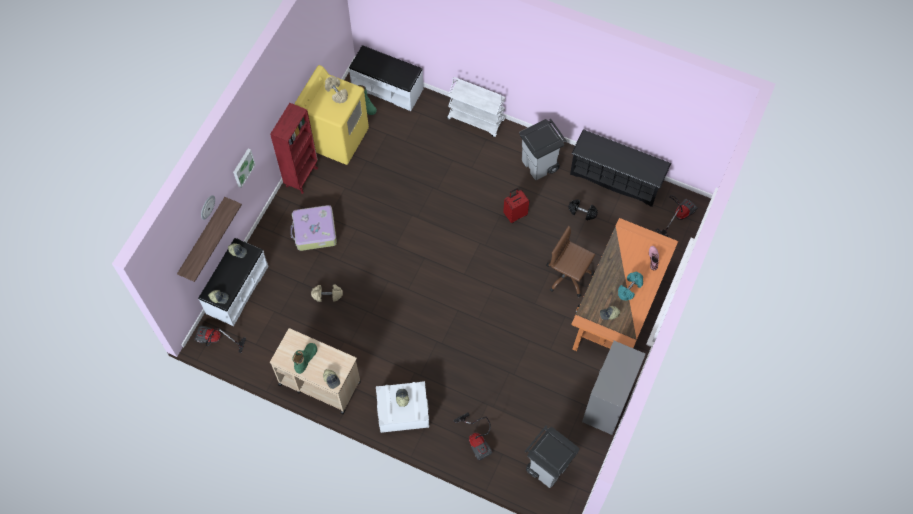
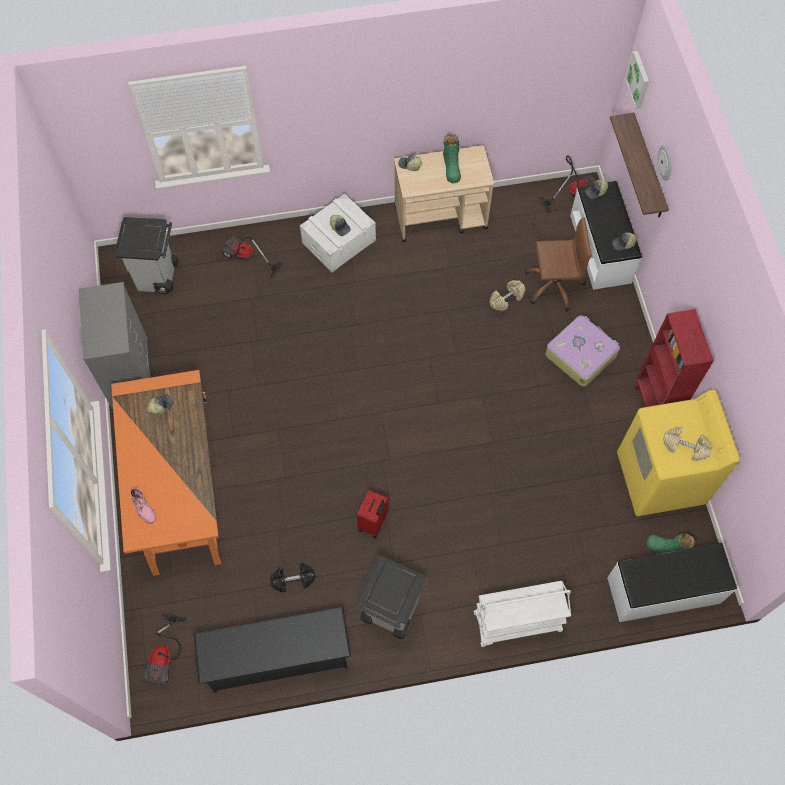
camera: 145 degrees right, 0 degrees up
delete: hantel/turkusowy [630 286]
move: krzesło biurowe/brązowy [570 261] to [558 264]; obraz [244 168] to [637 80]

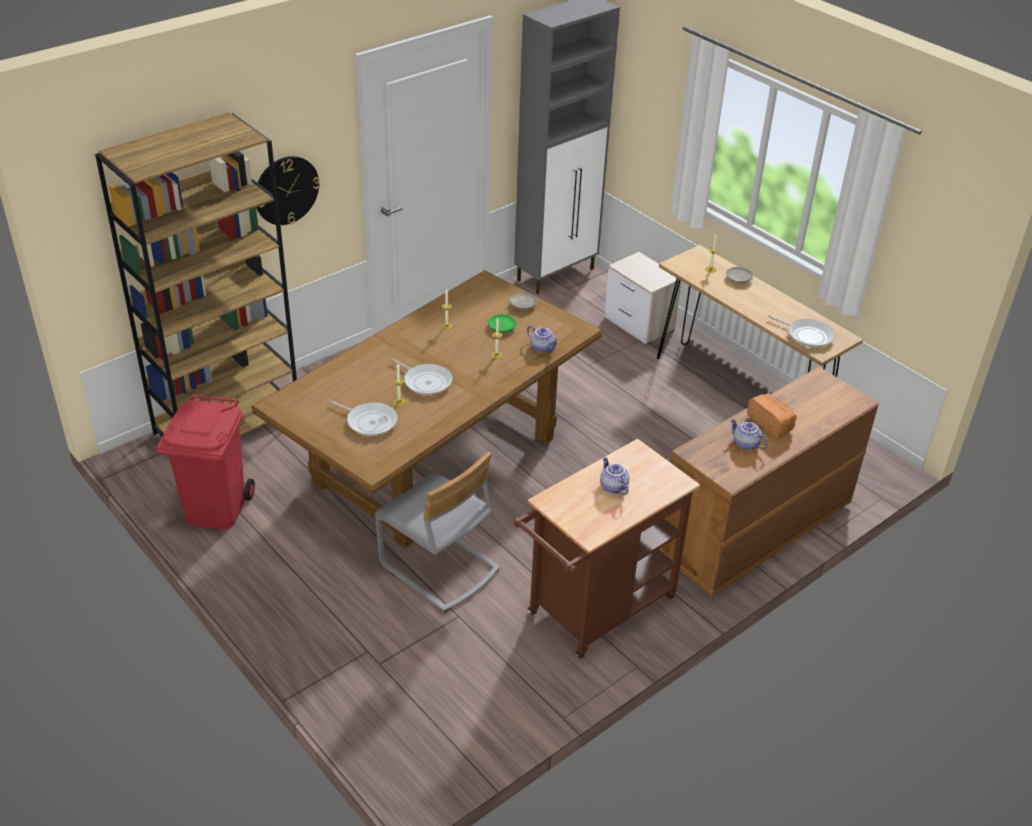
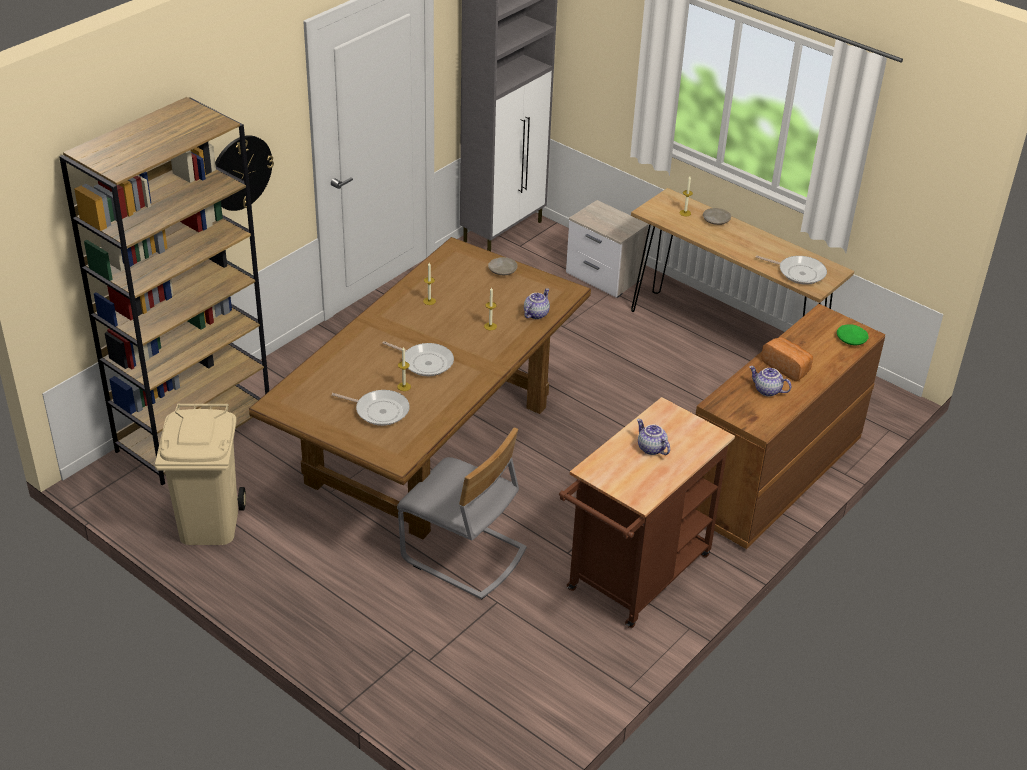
camera: 10 degrees left, 0 degrees up
move: talerz/zielony [502 323] to [853 335]
recolor: kosz na śmieci/czerwony [205 462] to kosz na śmieci/beżowy [200 474]
rotate: imbryk [543 339] = [537 303] 90 degrees counterclockwise

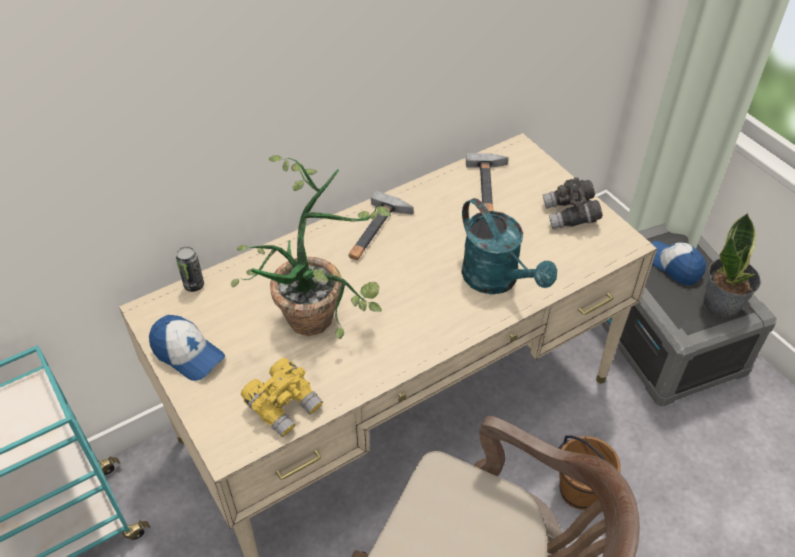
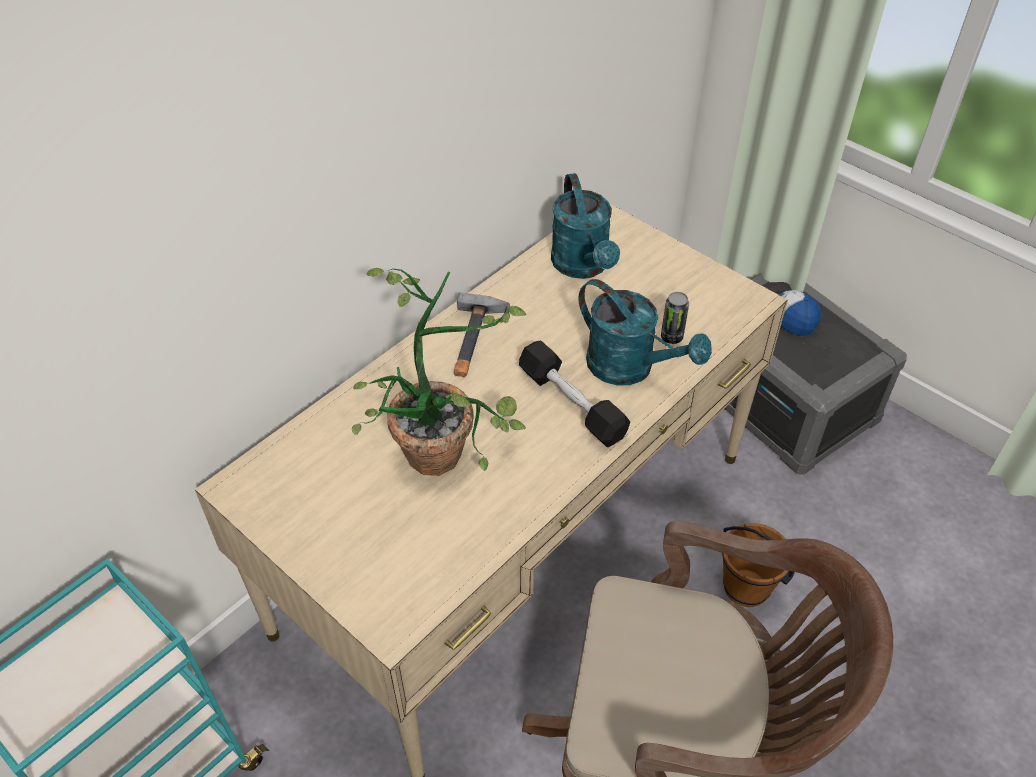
camera: 15 degrees left, 0 degrees up
delete: czapka z daszkiem [187 348]; lornetka/żółty [282 397]; lornetka/szary [573 203]; roślina doniczkowa [732 266]
insert: hantel/czarny [574 394]
move: puszka [190 269] to [675 318]
replace: młotek [487 182] to konewka/turkusowy [585 226]

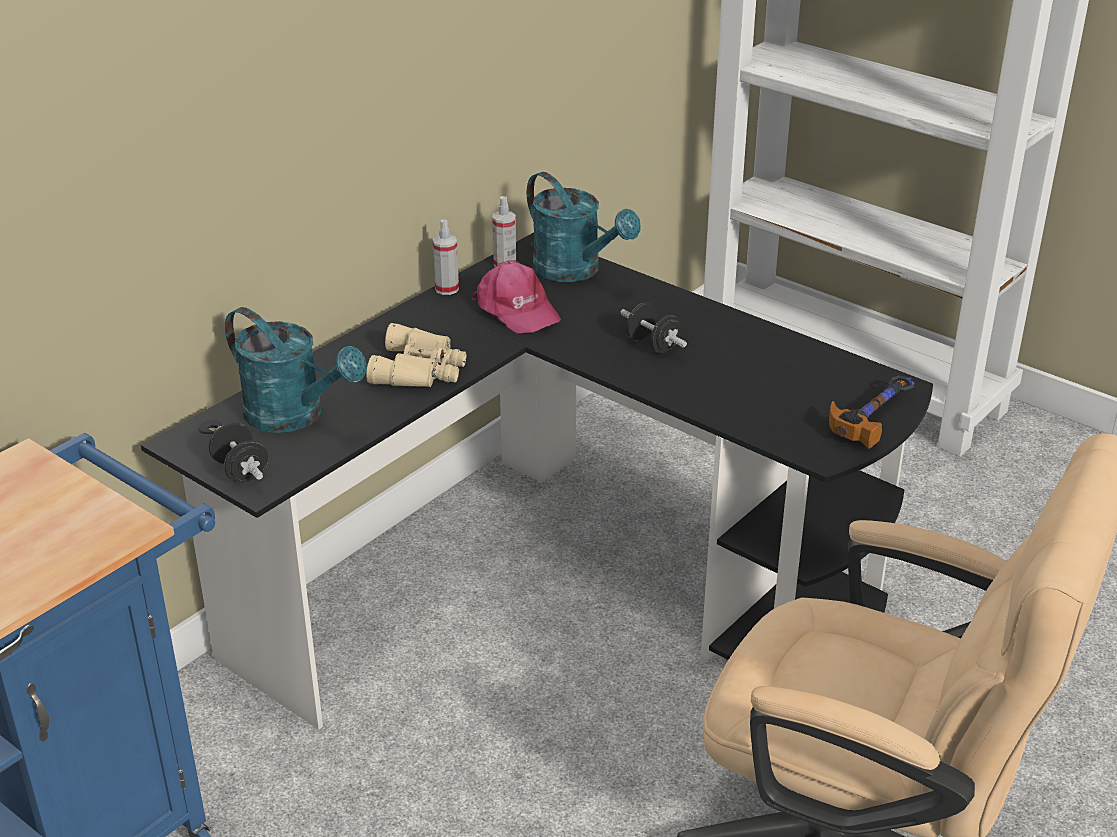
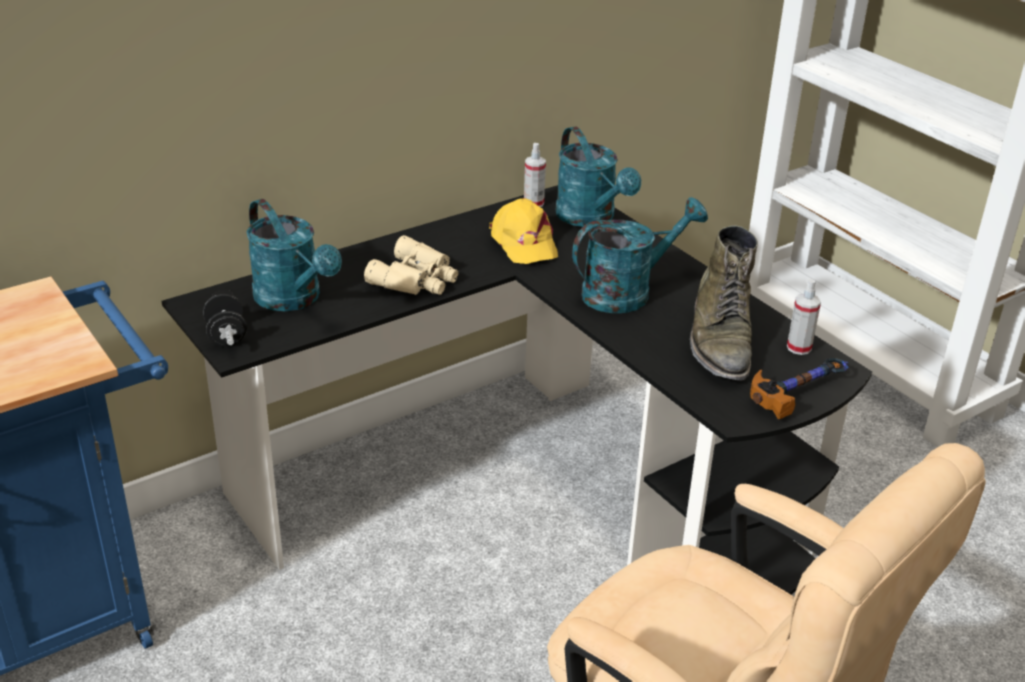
camera: 15 degrees right, 0 degrees up
insert: but z cholewką/zielony [724 303]
move: spryskiwacz [446 257] to [804 317]
replace: hantel/czarny [653 327] to konewka/turkusowy [640 255]
recolor: czapka z daszkiem/różowy [516 296] to czapka z daszkiem/żółty [523 231]

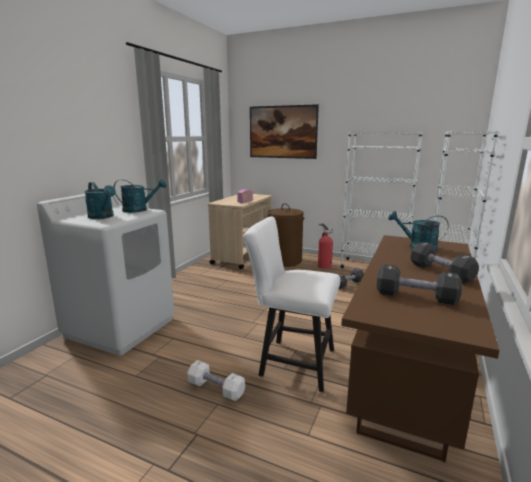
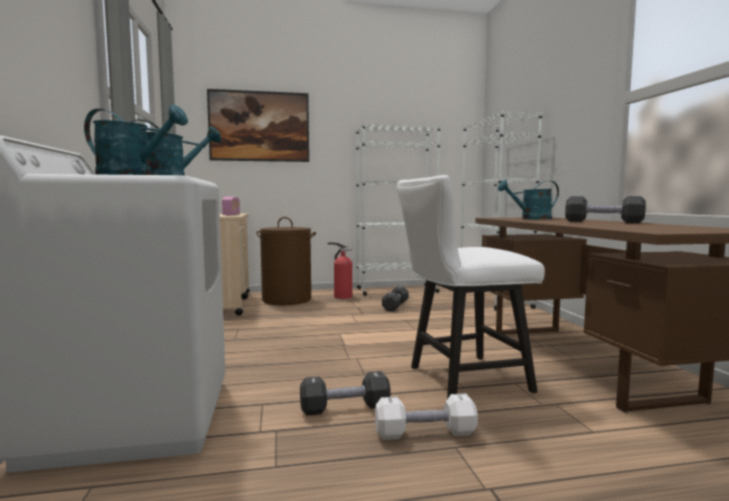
camera: 35 degrees left, 10 degrees down
move: hantel/czarny [419 284] to [345 393]

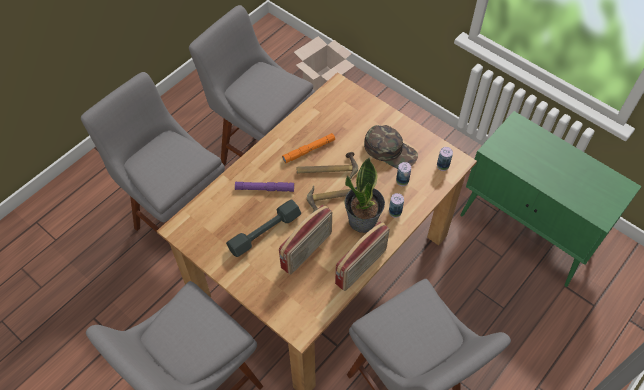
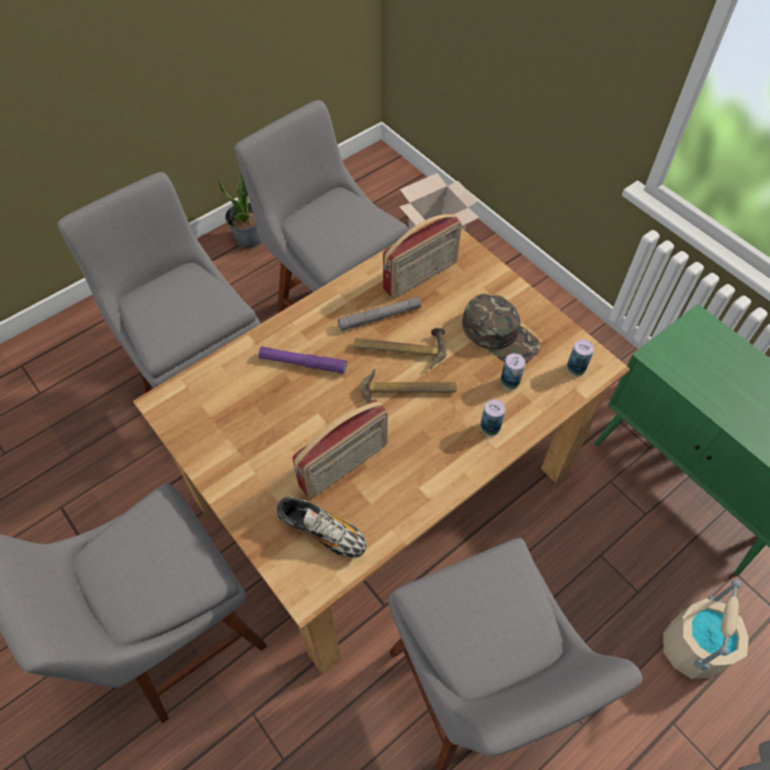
camera: 10 degrees right, 0 degrees up
delete: hantel/szary [263 228]
insert: but [322 527]; wiadro/beżowy [706 629]
move: roślina doniczkowa [365 195] to [239 211]; radio [362 256] to [422 256]
recolor: latarka/pomarańczowy [308 148] to latarka/szary [379 313]

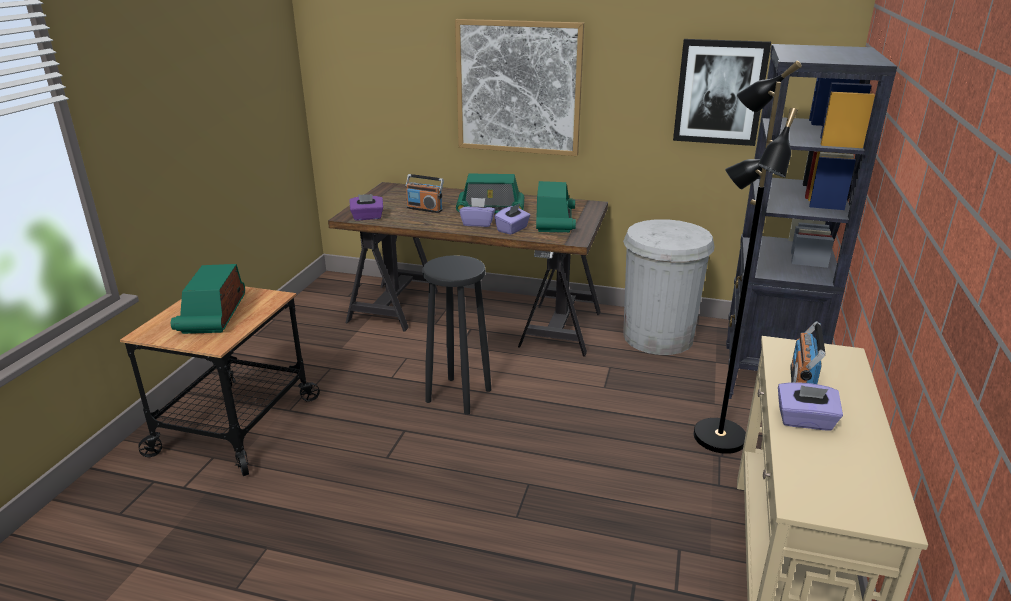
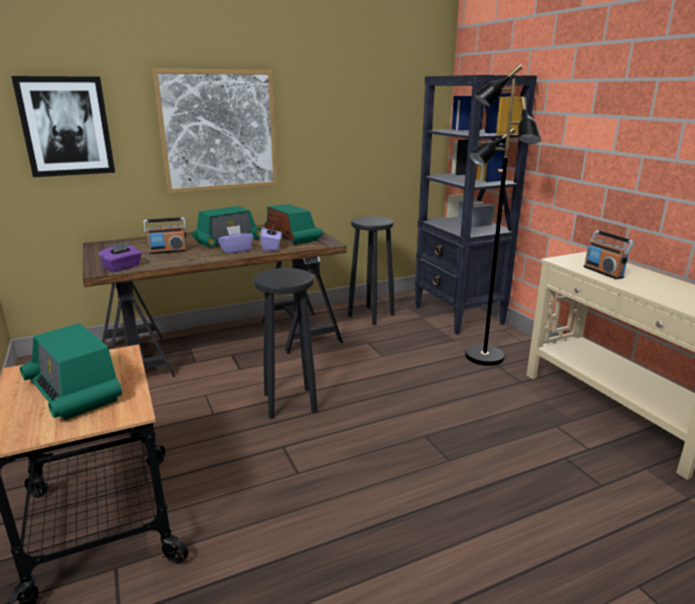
camera: 40 degrees left, 5 degrees down
delete: pudełko chusteczek/fioletowy [810 406]
move: obraz [722 92] to [63 126]
replace: kosz na śmieci/biały [668 287] to stołek/czarny [371 270]

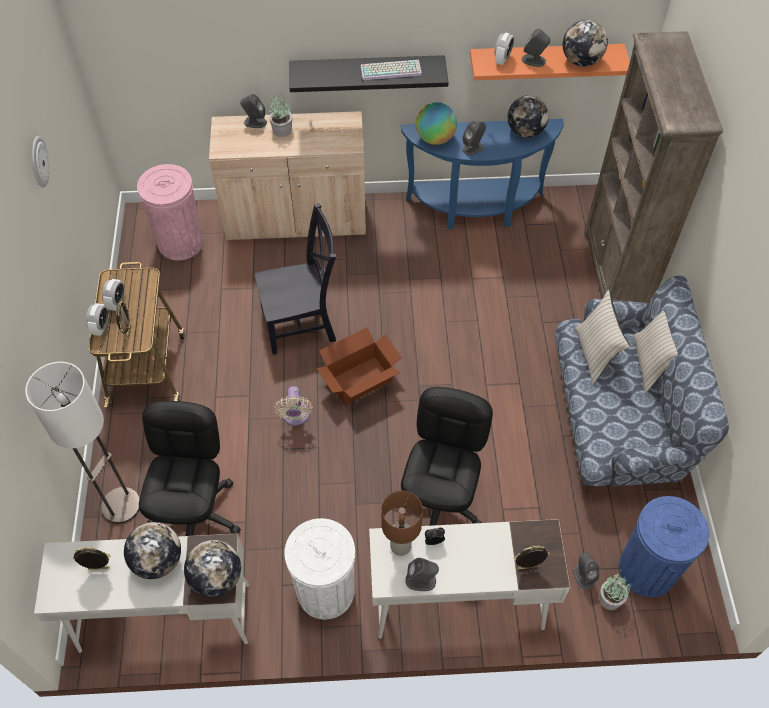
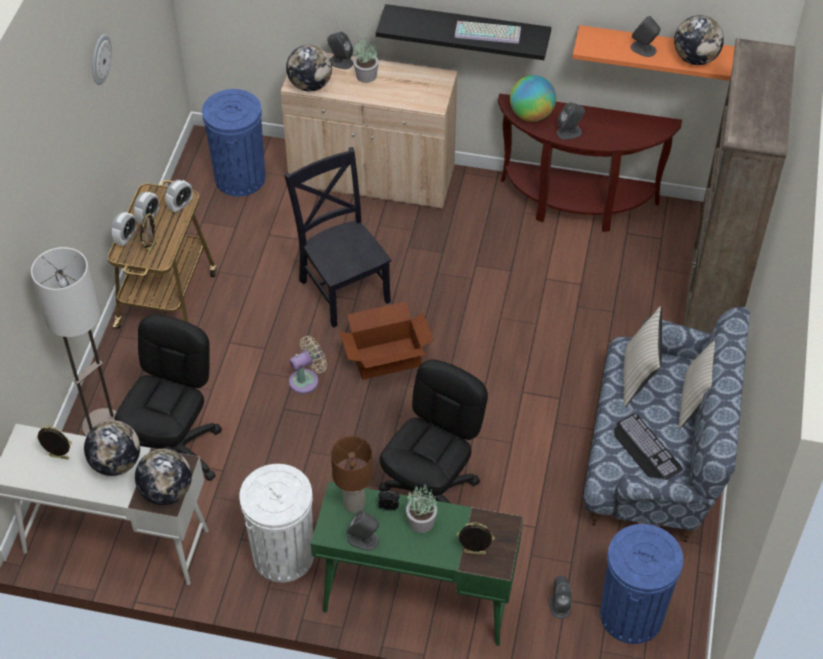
camera: 15 degrees right, 5 degrees down
insert: klawiatura [648 447]
move: budzik [504 49] to [179 196]; globus [528 116] to [309 68]; roślina doniczkowa [615 591] to [421 509]
recolor: kosz na śmieci/różowy [170 212] to kosz na śmieci/niebieski [233 143]; biurko/biały [469 579] to biurko/zielony [417 564]; stolik konsolowy/niebieski [482 174] to stolik konsolowy/brązowy [590 162]
rotate: krzesło/czarny [295 279] = [337 237] 120 degrees counterclockwise; wentylator/beżowy [293 406] = [308 365] 135 degrees counterclockwise

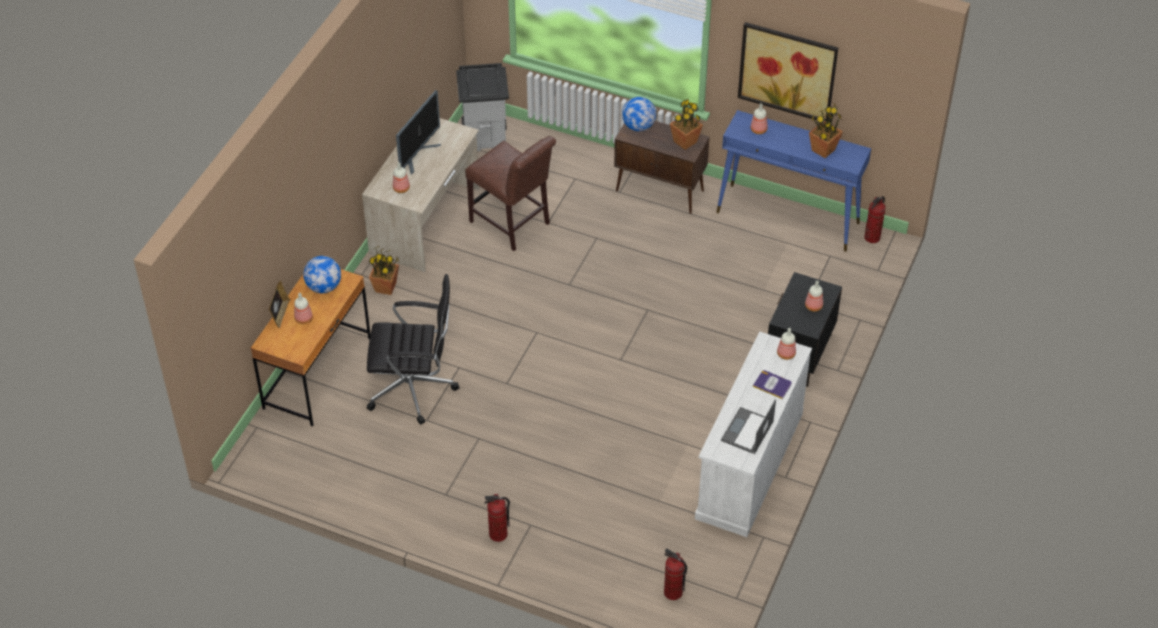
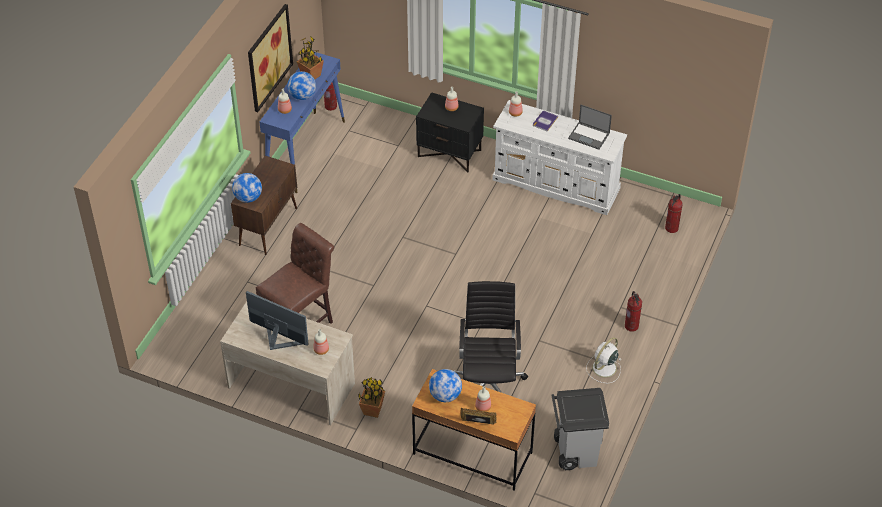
camera: 90 degrees left, 0 degrees up
delete: roślina doniczkowa [686 124]
insert: globus [302 85]; wentylator/biały [603 360]
move: kosz na śmieci/szary [482 107] to [580 429]

